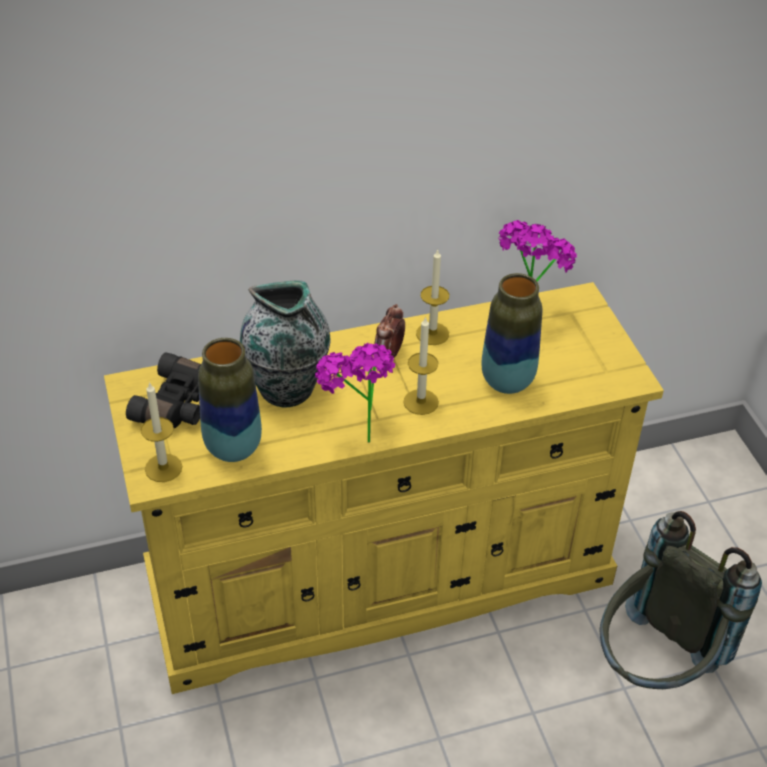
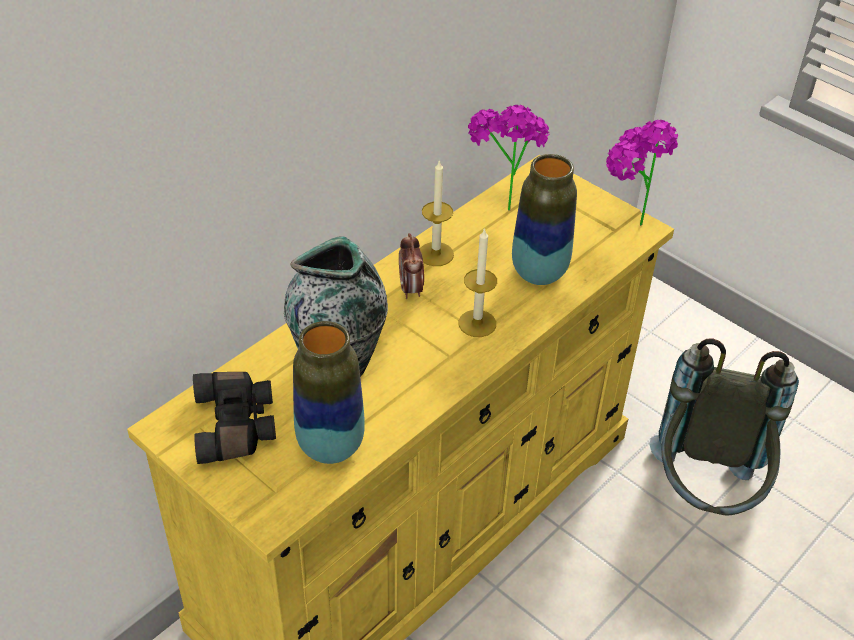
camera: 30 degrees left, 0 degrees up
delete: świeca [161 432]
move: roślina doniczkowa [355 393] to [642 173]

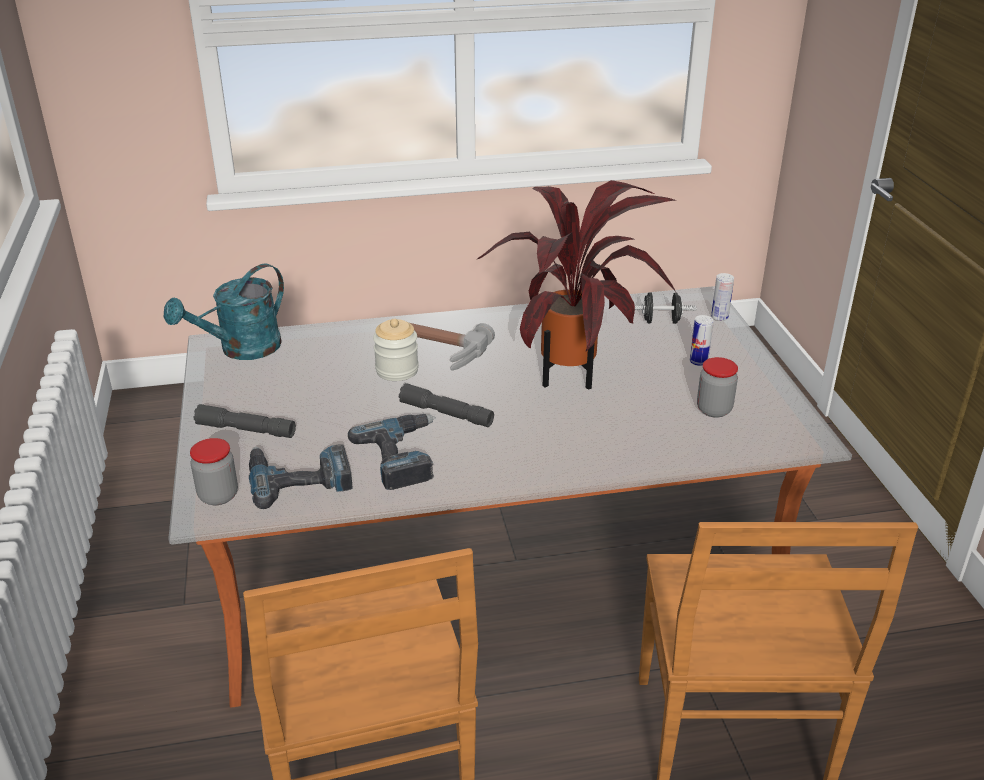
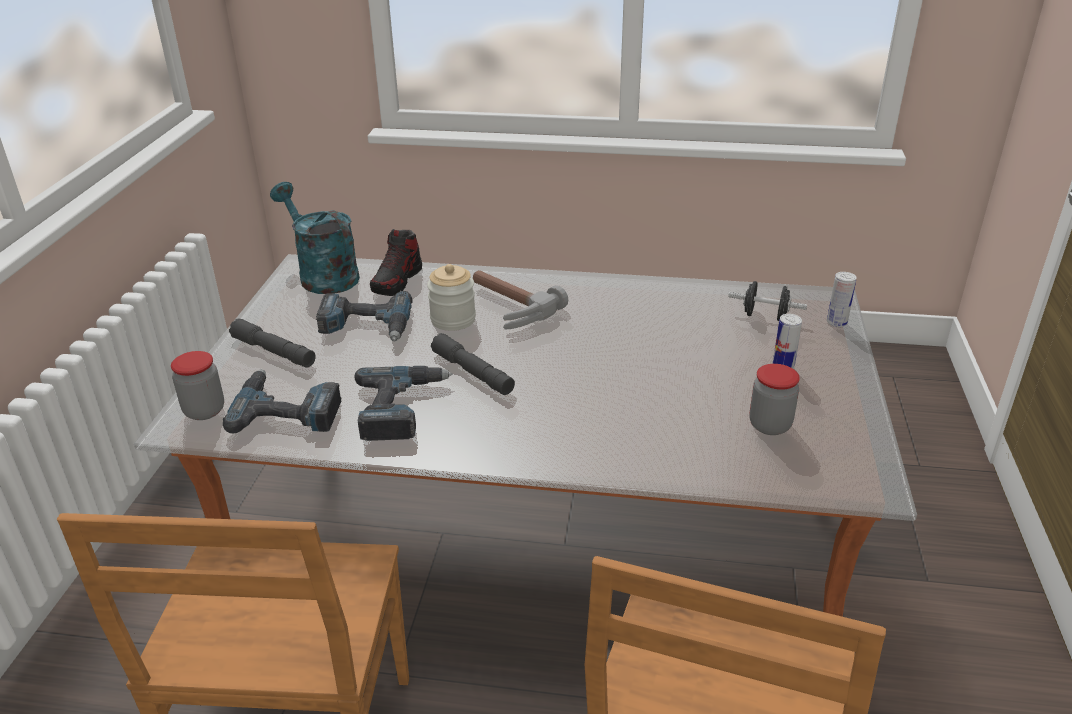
camera: 20 degrees right, 0 degrees up
delete: roślina doniczkowa [576 285]
insert: wiertarka [364 316]; but [396 262]
rotate: konewka/turkusowy [224 312] = [315 238] 75 degrees clockwise

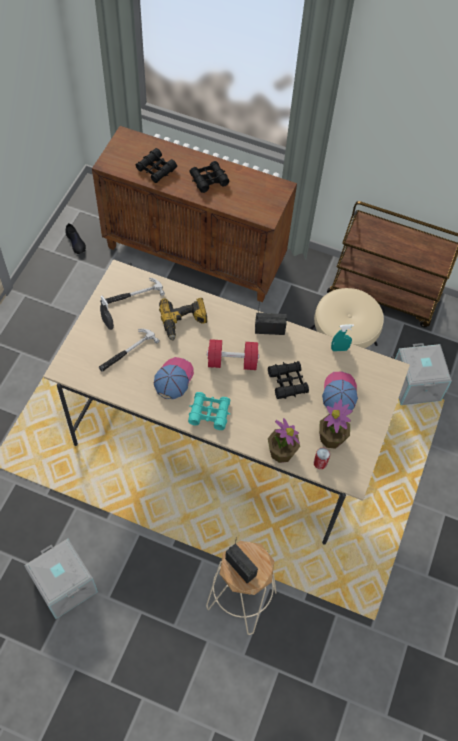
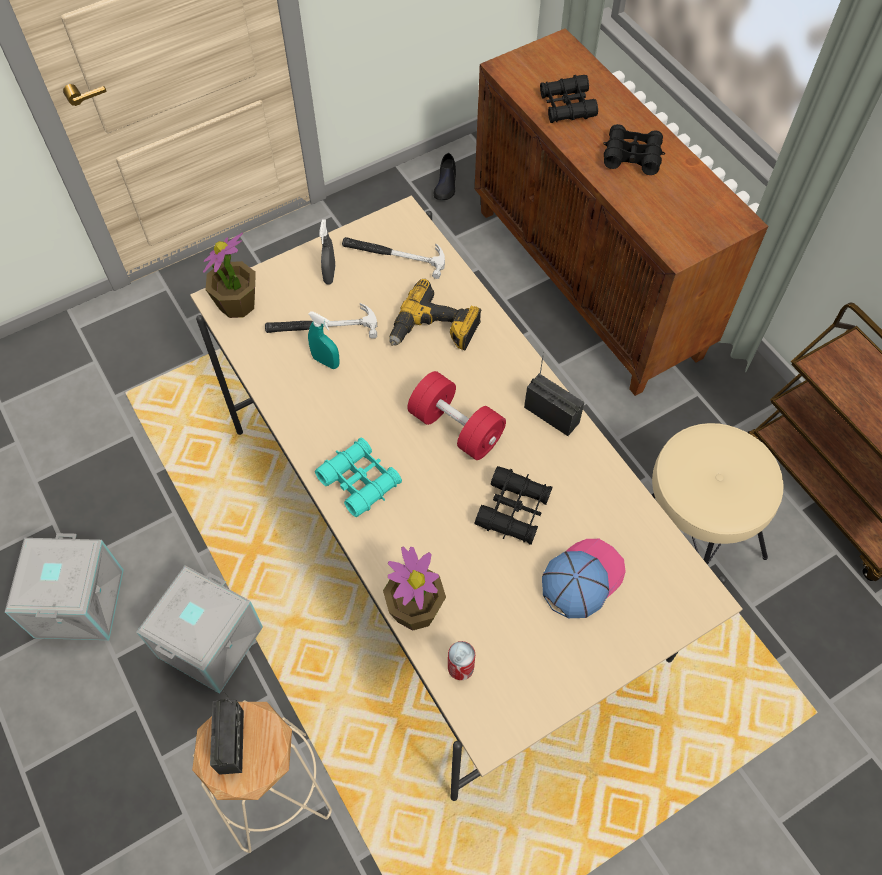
camera: 40 degrees right, 0 degrees up
delete: czapka z daszkiem [174 378]
move: pojemnik do przechowywania/szary [423 374] to [199 629]; roślina doniczkowa [336 424] to [229 275]; spryskiwacz/turkusowy [342 337] to [324 340]

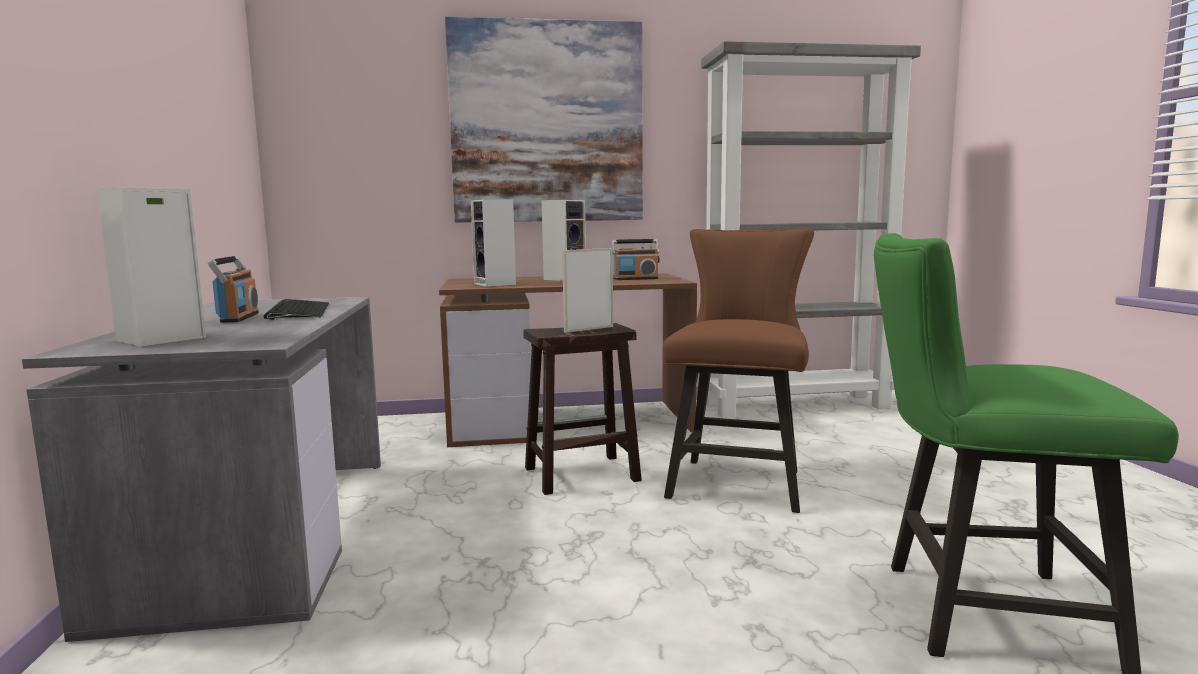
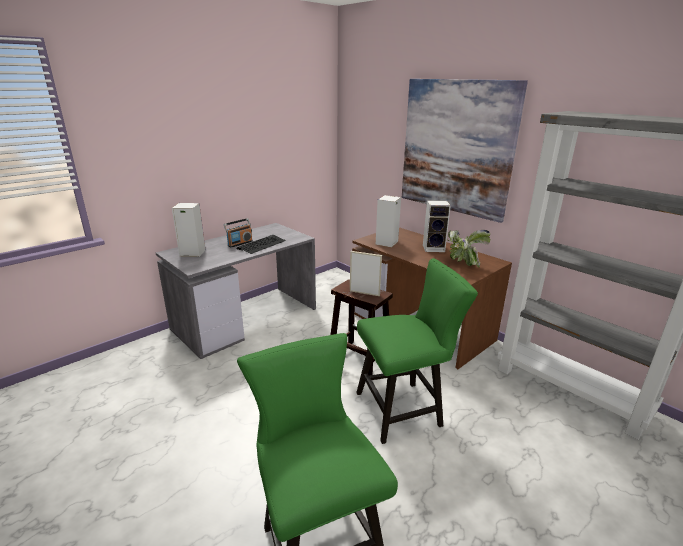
camera: 55 degrees right, 15 degrees up
replace: radio [636 259] to roślina doniczkowa [469 248]
recolor: krzesło/brązowy [738 370] to krzesło/zielony [417 351]

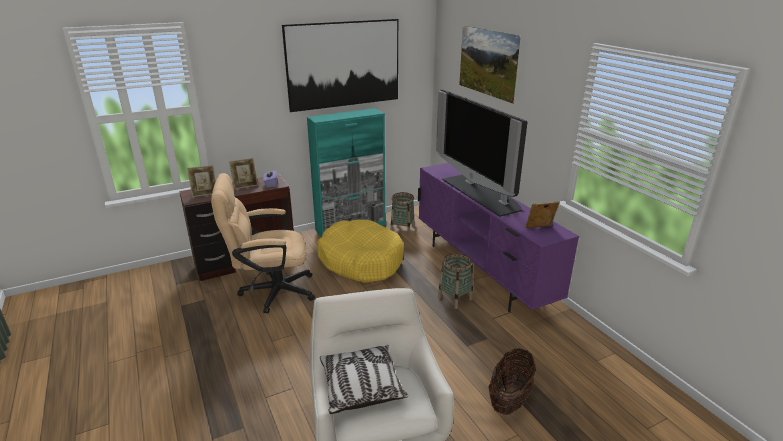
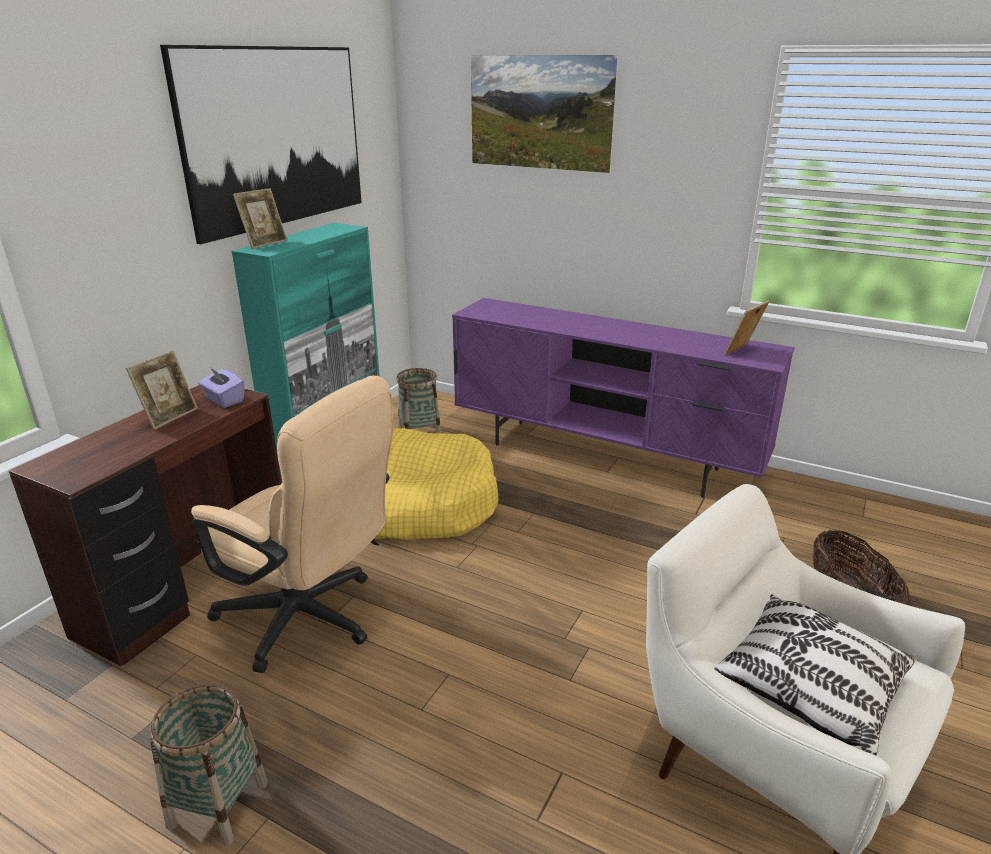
camera: 35 degrees left, 0 degrees up
delete: telewizor [482 153]
move: koszyk [455 281] to [209 765]; ramka na zdjęcie [201 181] to [260 218]
rotate: krzesło biurowe/beżowy [263 243] = [292 524] 105 degrees counterclockwise

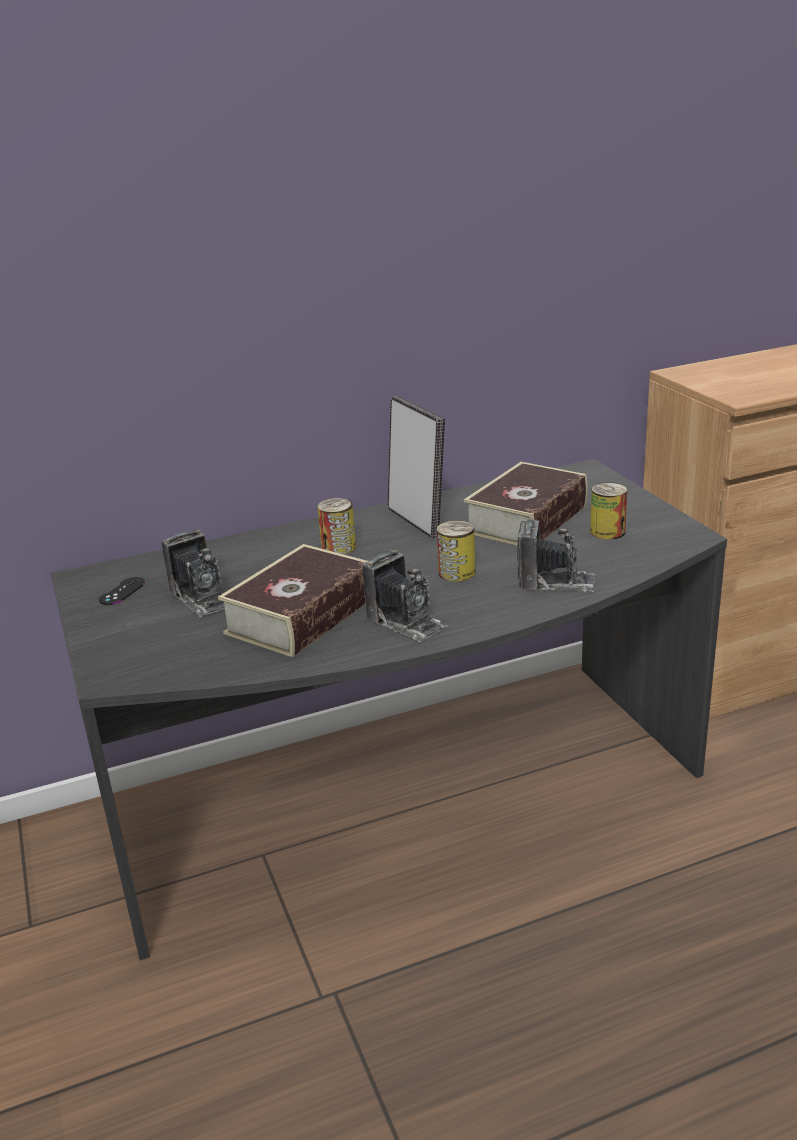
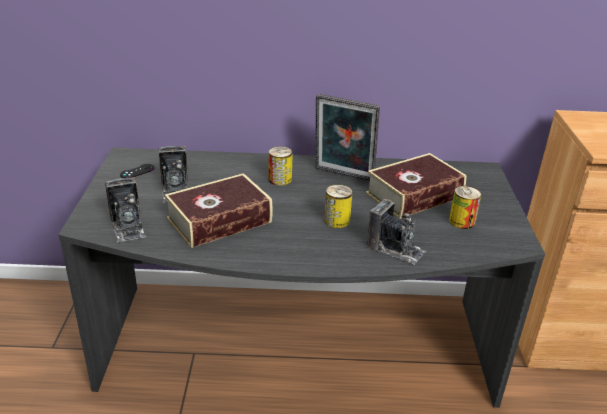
camera: 20 degrees right, 5 degrees up
move: aparat fotograficzny [405 596] to [126 210]
rotate: ramka na zdjęcie [416 467] = [347 137] 120 degrees clockwise

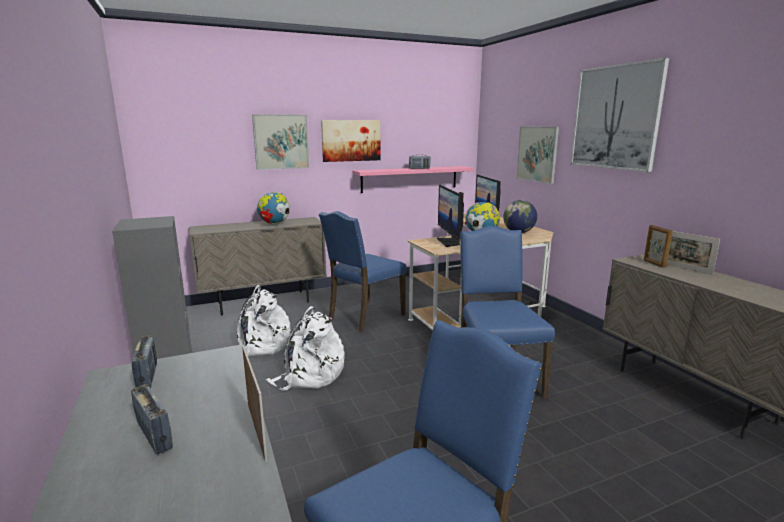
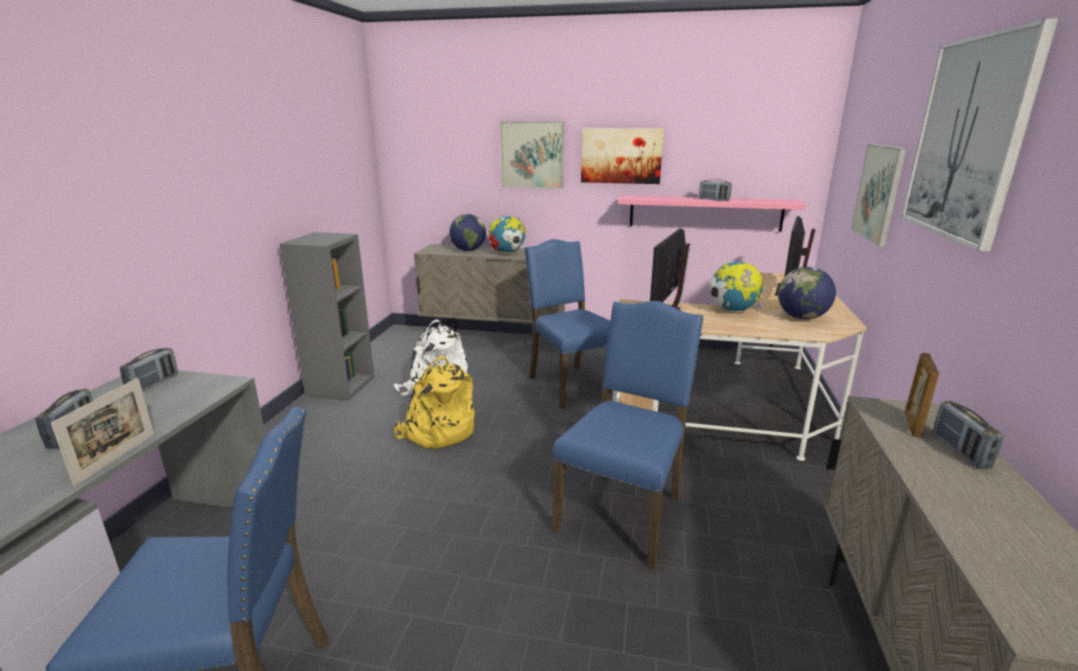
camera: 35 degrees right, 5 degrees up
insert: globus [467 232]
replace: ramka na zdjęcie [693 253] to radio [968 435]
recolor: plecak/biały [305 348] to plecak/żółty [434 402]
rotate: krzesło/niebieski [363 271] = [567 324] 75 degrees clockwise

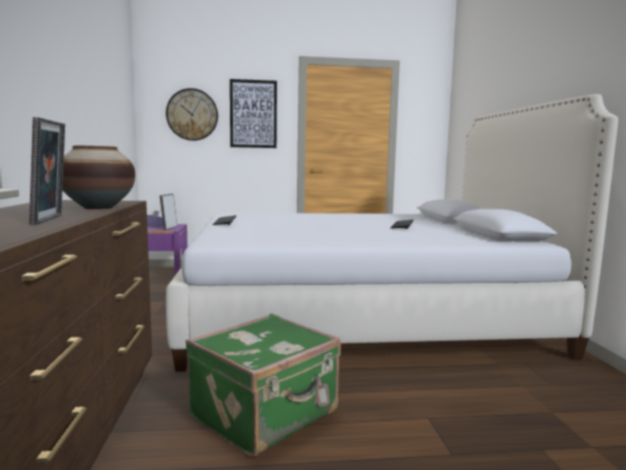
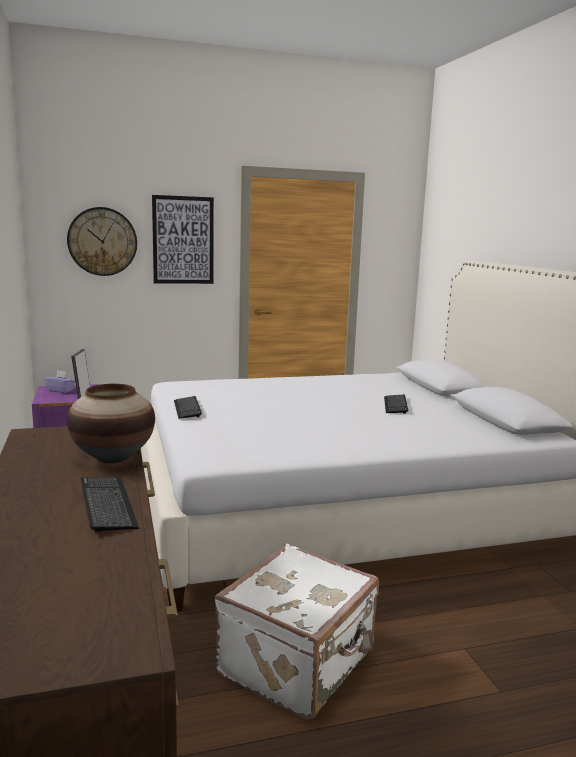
camera: 10 degrees left, 5 degrees up
replace: ramka na zdjęcie [47 171] to klawiatura [109 505]
recolor: walizka/zielony [263 385] to walizka/biały [297 631]

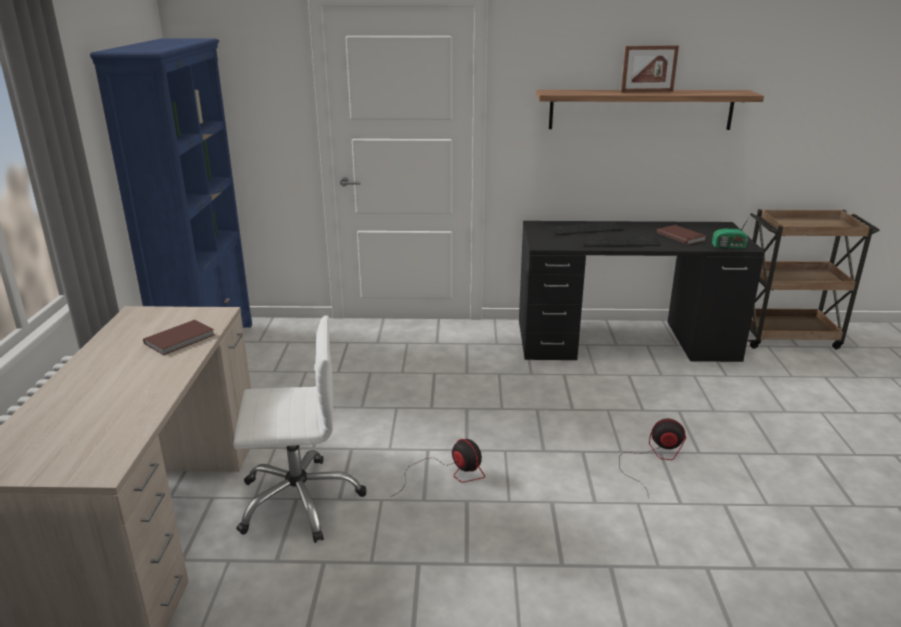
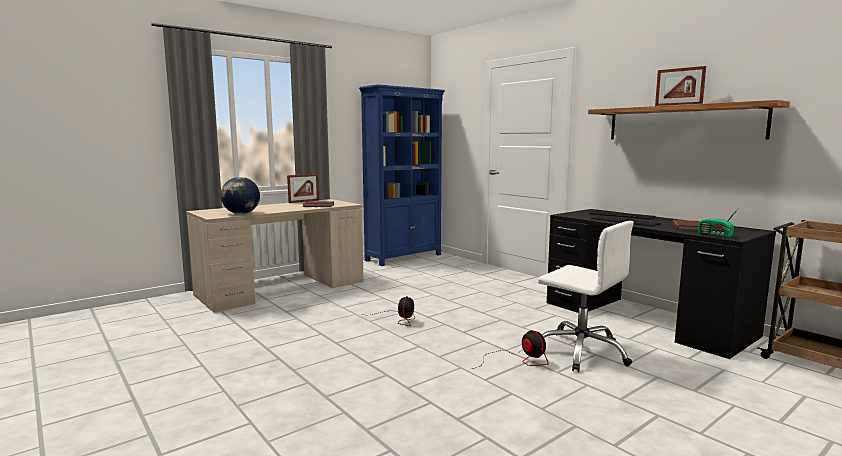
camera: 50 degrees right, 15 degrees down
insert: globus [240 195]; ramka na zdjęcie [303 188]
move: krzesło biurowe/biały [300 429] to [586 296]

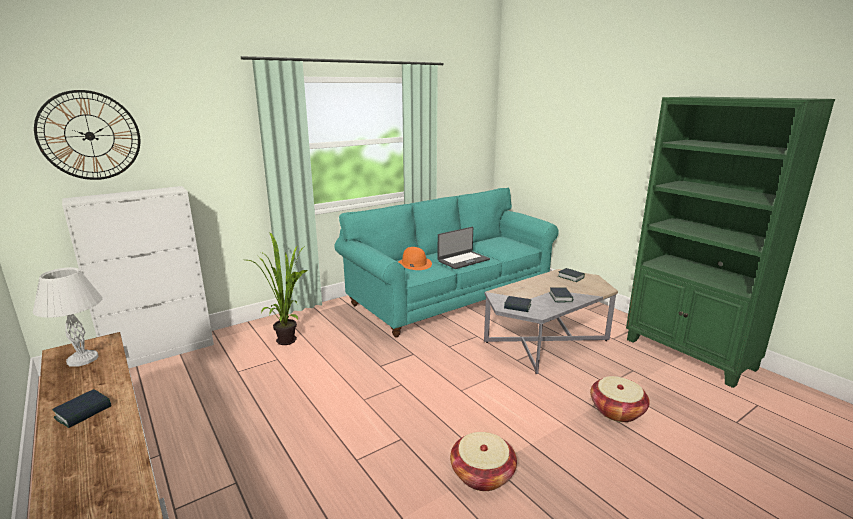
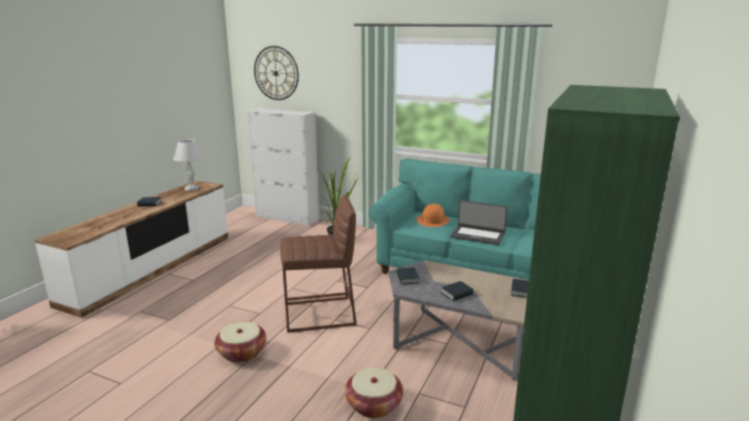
camera: 60 degrees right, 0 degrees up
insert: stołek/brązowy [318 264]

